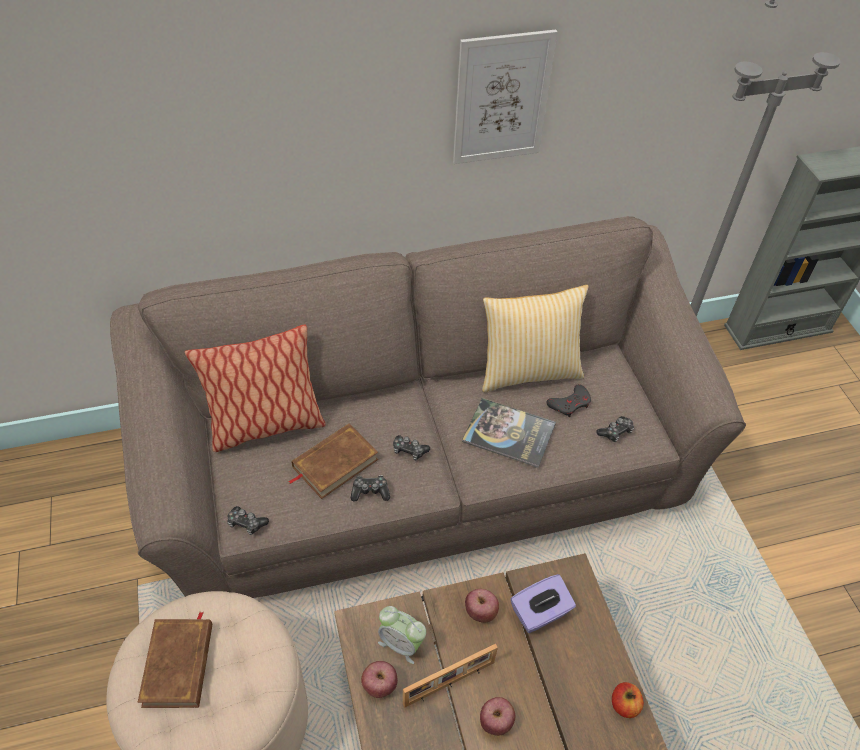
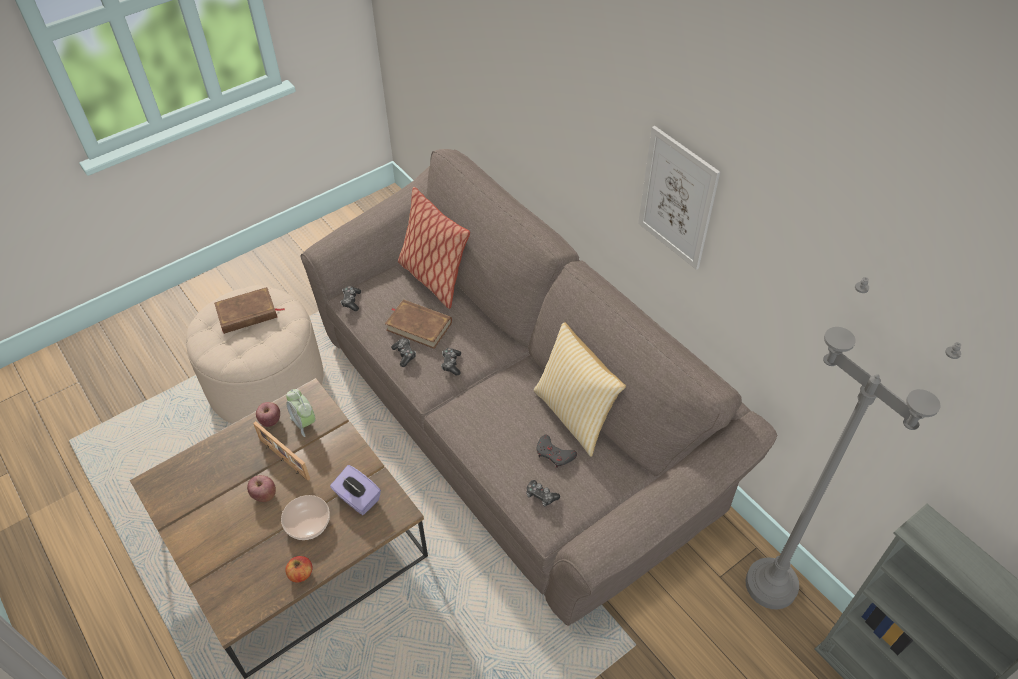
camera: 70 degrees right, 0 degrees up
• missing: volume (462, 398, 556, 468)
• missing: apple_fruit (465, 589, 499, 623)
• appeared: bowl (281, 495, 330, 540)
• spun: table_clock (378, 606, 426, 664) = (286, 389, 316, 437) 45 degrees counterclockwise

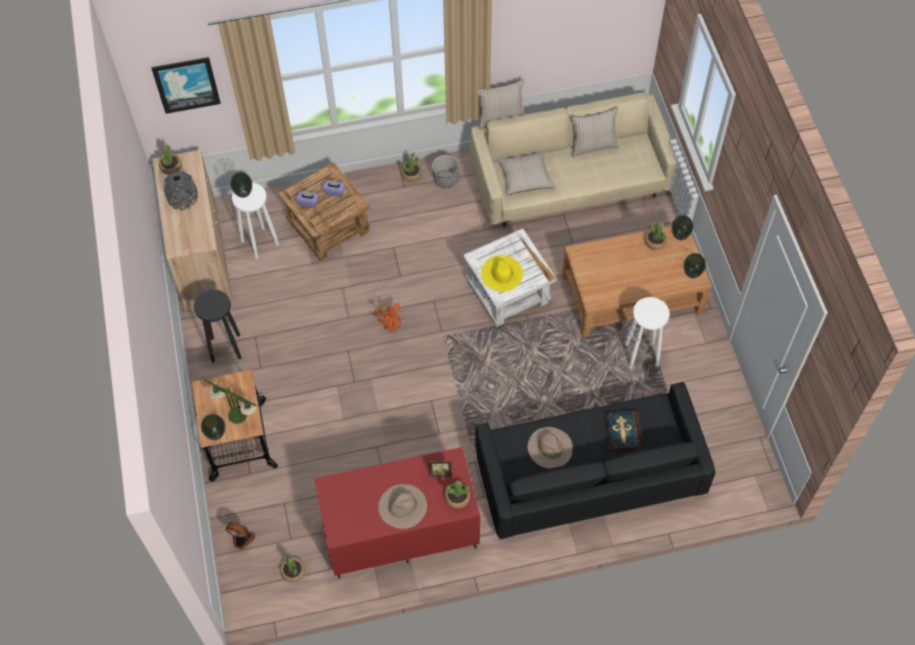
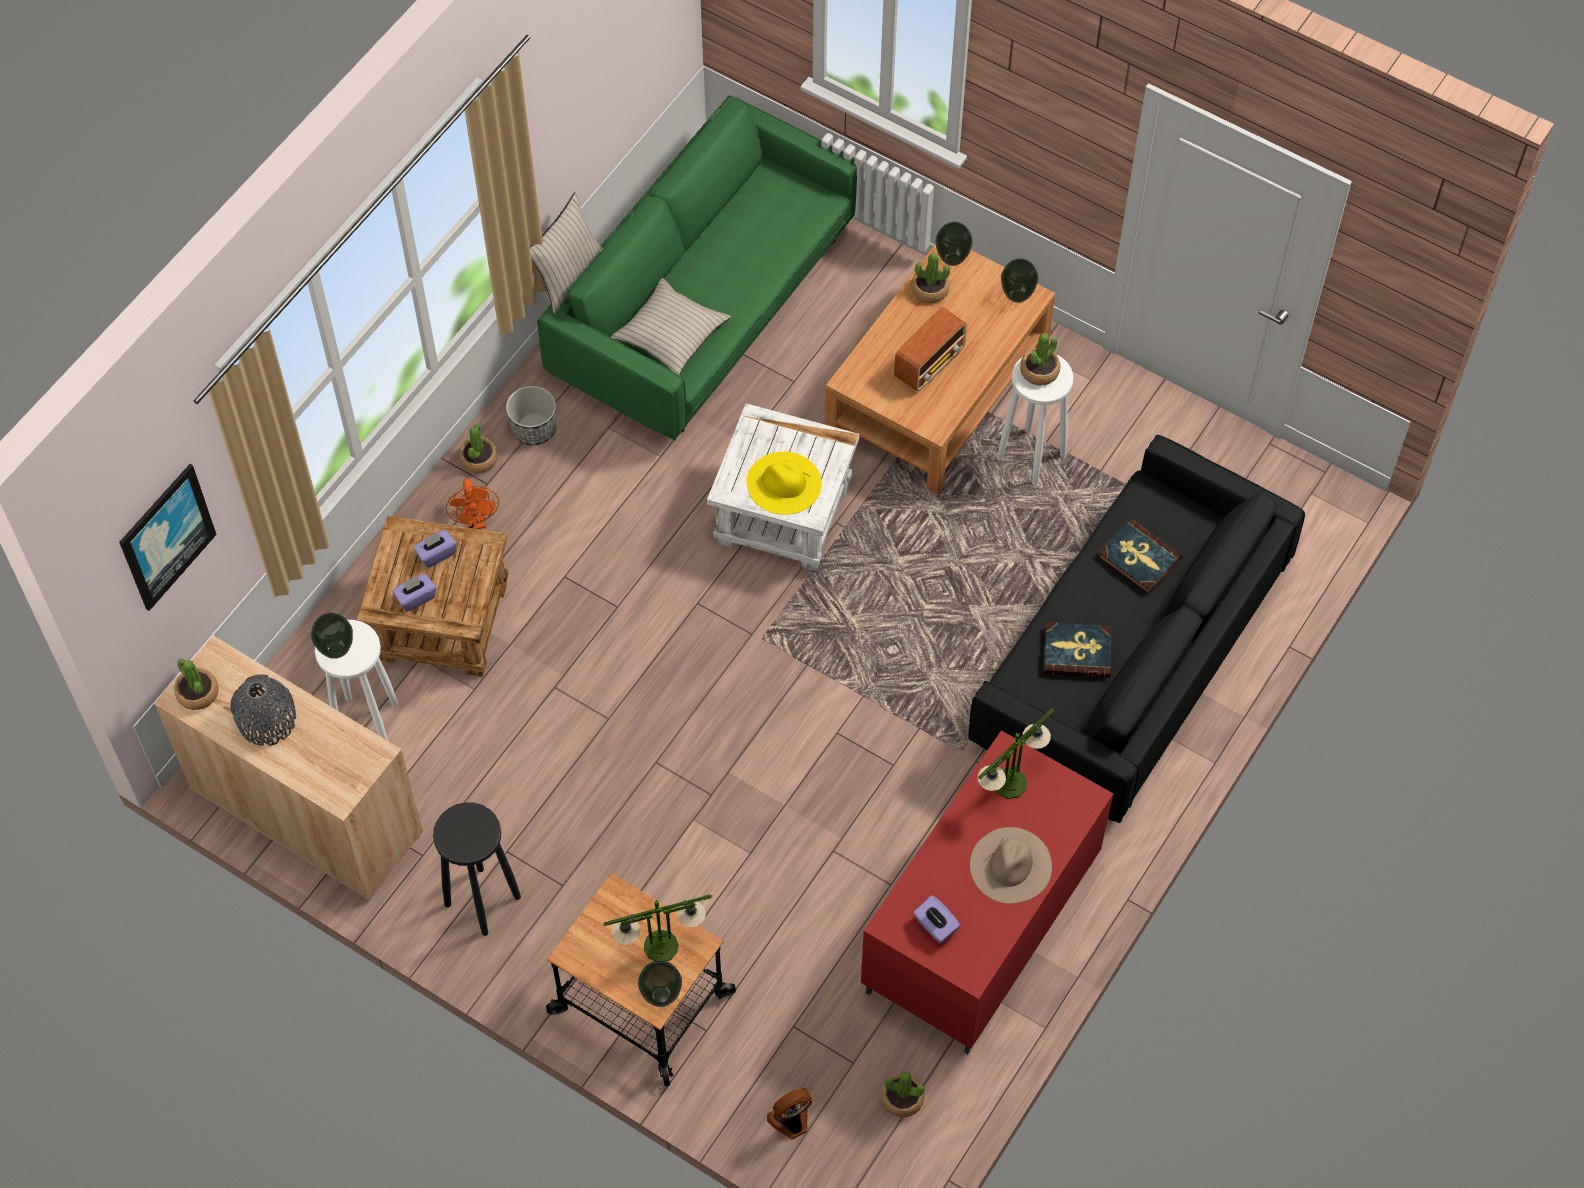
camera: 45 degrees left, 0 degrees up
• missing: beige_throw_pillow (570, 107, 619, 157)
• appeared: radio_set (894, 307, 967, 392)
• appeared: purplish_tissue_holder (913, 895, 960, 943)
• relocated: orangey_fan (375, 303, 401, 333) to (446, 478, 499, 529)
• relocated: houseplant (445, 480, 470, 509) to (1020, 334, 1060, 385)
• exchanged: picture_frame (429, 460, 452, 477) to lamp_for_a_table (977, 708, 1054, 799)
• exchanged: beige_hat (528, 427, 573, 469) to volume (1044, 622, 1111, 678)
• colour: beige_couch (470, 93, 676, 227) to green_couch (537, 95, 857, 440)

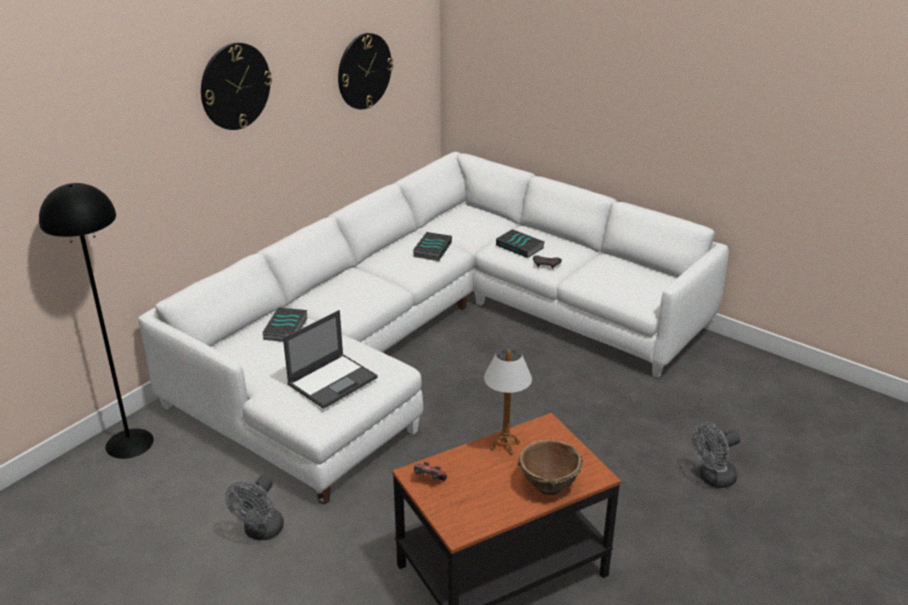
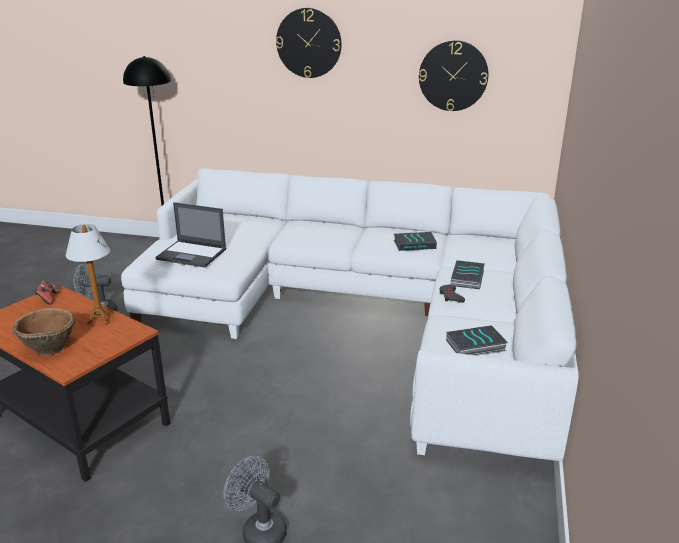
camera: 65 degrees right, 5 degrees down
• relocated: volume (263, 308, 308, 342) to (446, 325, 508, 356)

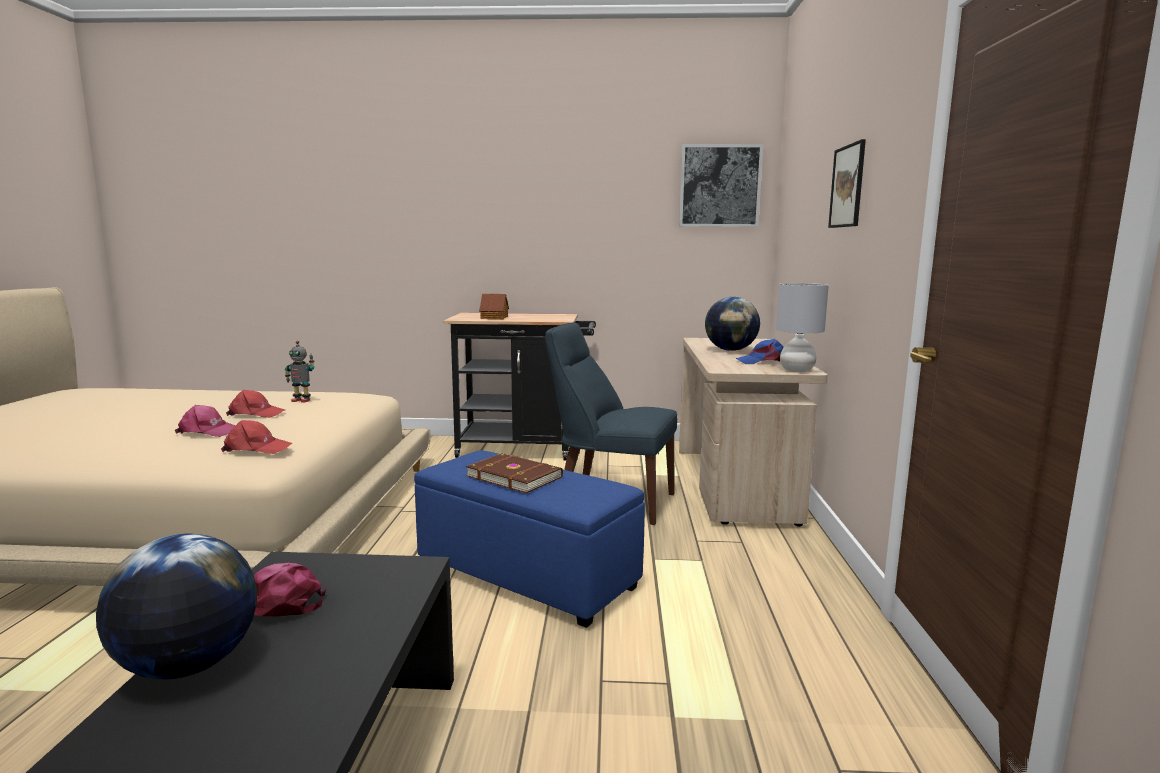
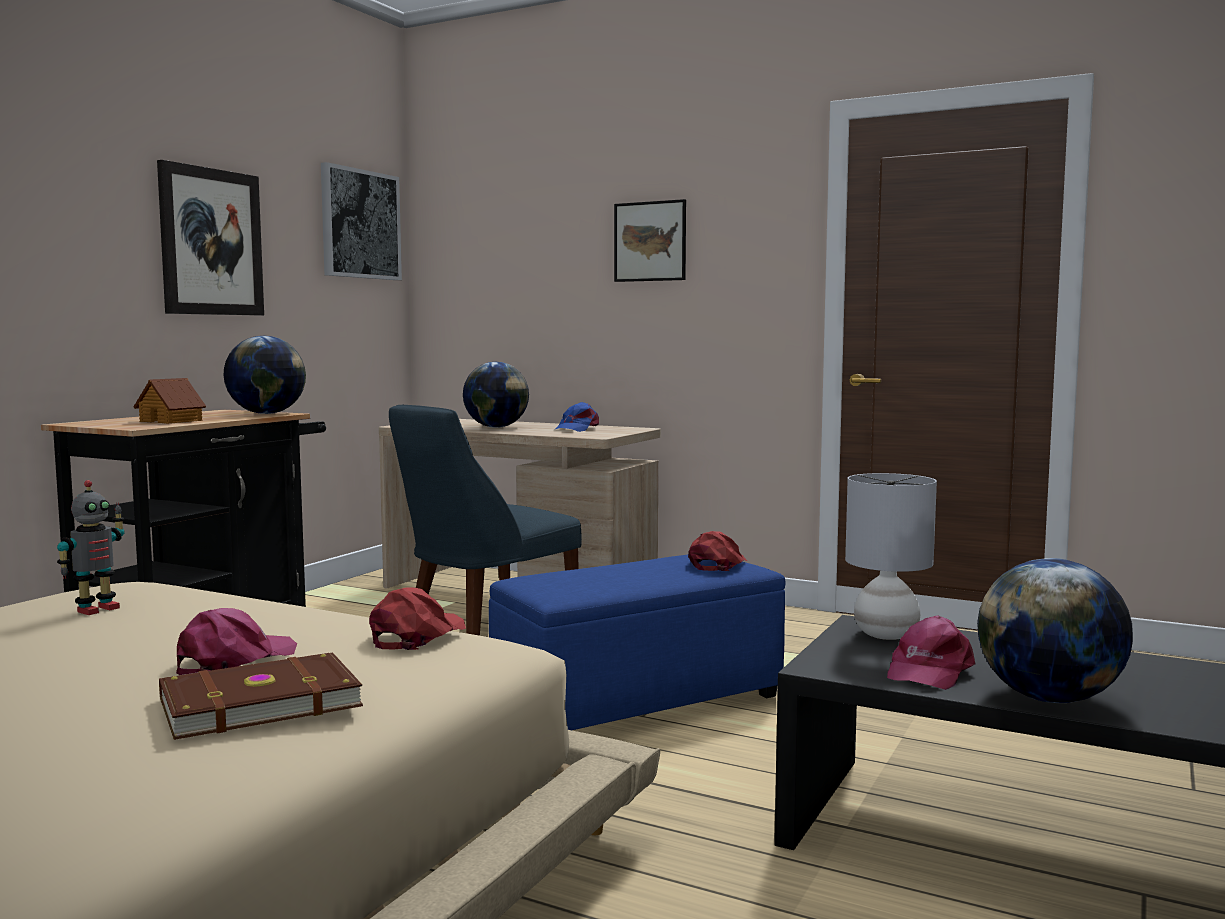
camera: 65 degrees left, 5 degrees down
• appeared: wall_art (157, 160, 264, 315)
• appeared: globe (224, 336, 306, 414)
• relocated: reddish_cap (226, 390, 285, 418) to (688, 531, 747, 571)
• relocated: brownish_volume (466, 453, 563, 493) to (159, 652, 363, 740)
• relocated: gray_lamp_for_a_table (776, 283, 829, 372) to (845, 473, 937, 640)

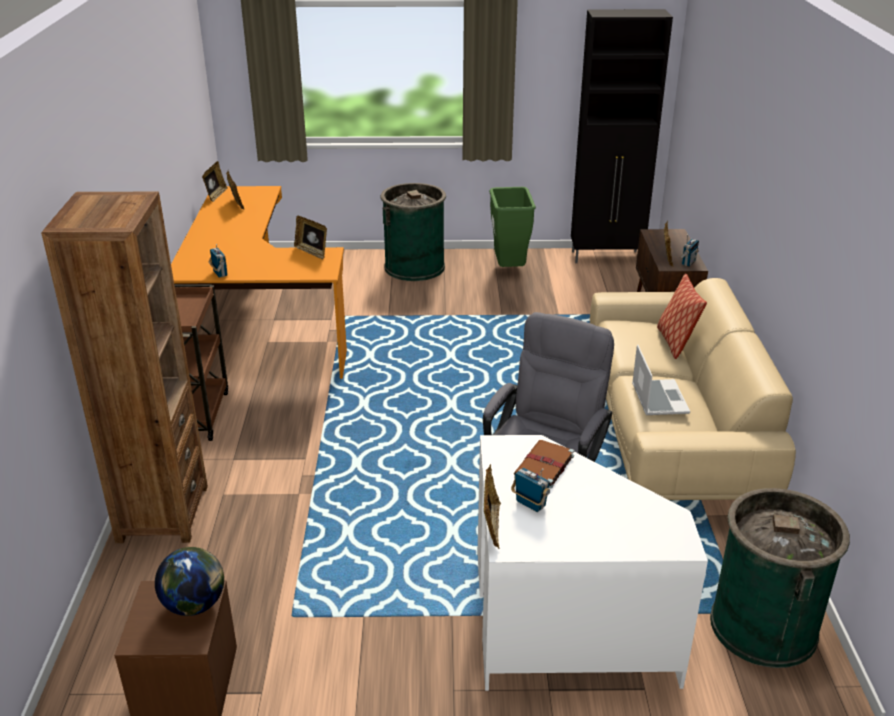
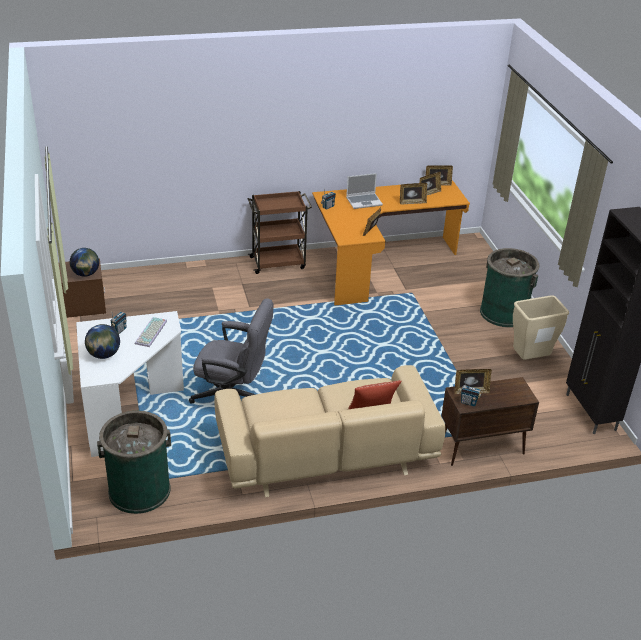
camera: 75 degrees right, 5 degrees up
• missing: brownish_shelving_unit (41, 192, 208, 543)
• appeared: globe (85, 324, 120, 359)
• relocated: picture_frame (484, 464, 501, 549) to (400, 183, 427, 205)
• relocated: portable_computer (632, 345, 690, 415) to (346, 173, 383, 209)
• exchanged: brownish_volume (514, 440, 574, 489) to keyboard (135, 317, 167, 347)
• colour: green_waste_bin (489, 187, 536, 267) to beige_waste_bin (513, 295, 569, 360)

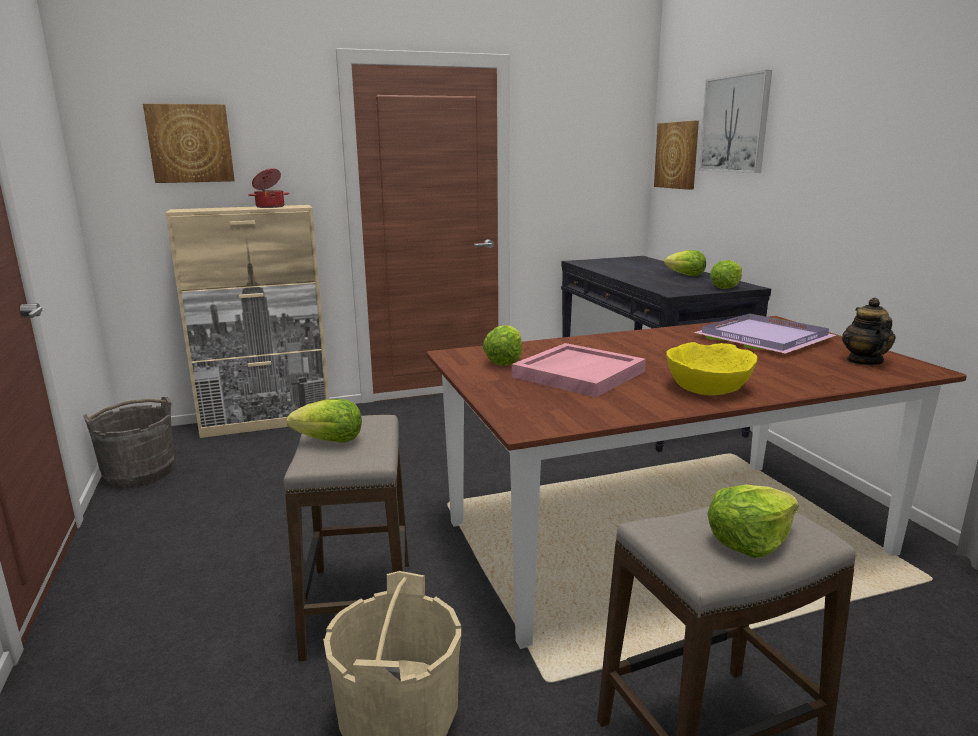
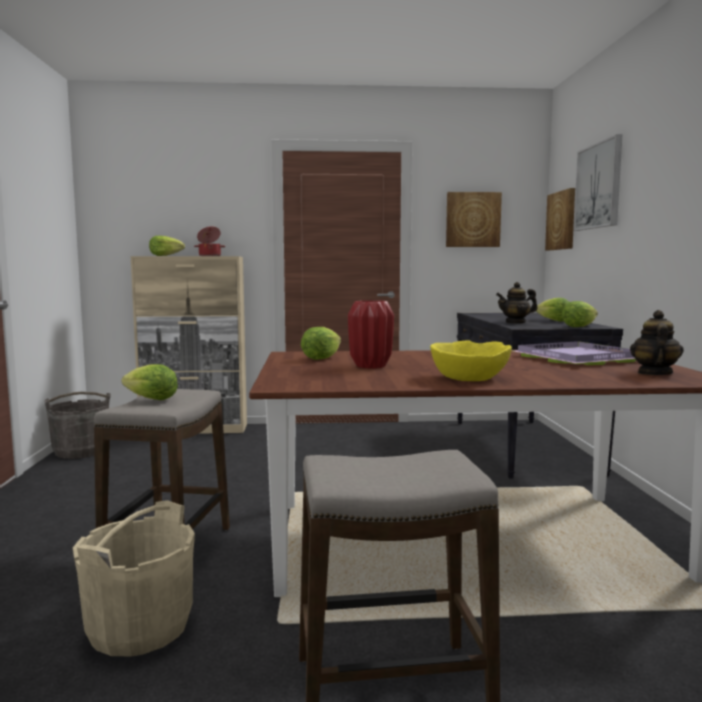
camera: 15 degrees right, 10 degrees down
• appeared: teapot (496, 282, 538, 324)
• relocated: wall_art (143, 104, 235, 183) to (446, 192, 502, 247)
• relocated: lettuce_head (708, 485, 799, 558) to (149, 236, 185, 256)
• exchanged: pink-coloured_serving_tray (512, 343, 646, 398) to reddish_vase (348, 300, 394, 369)

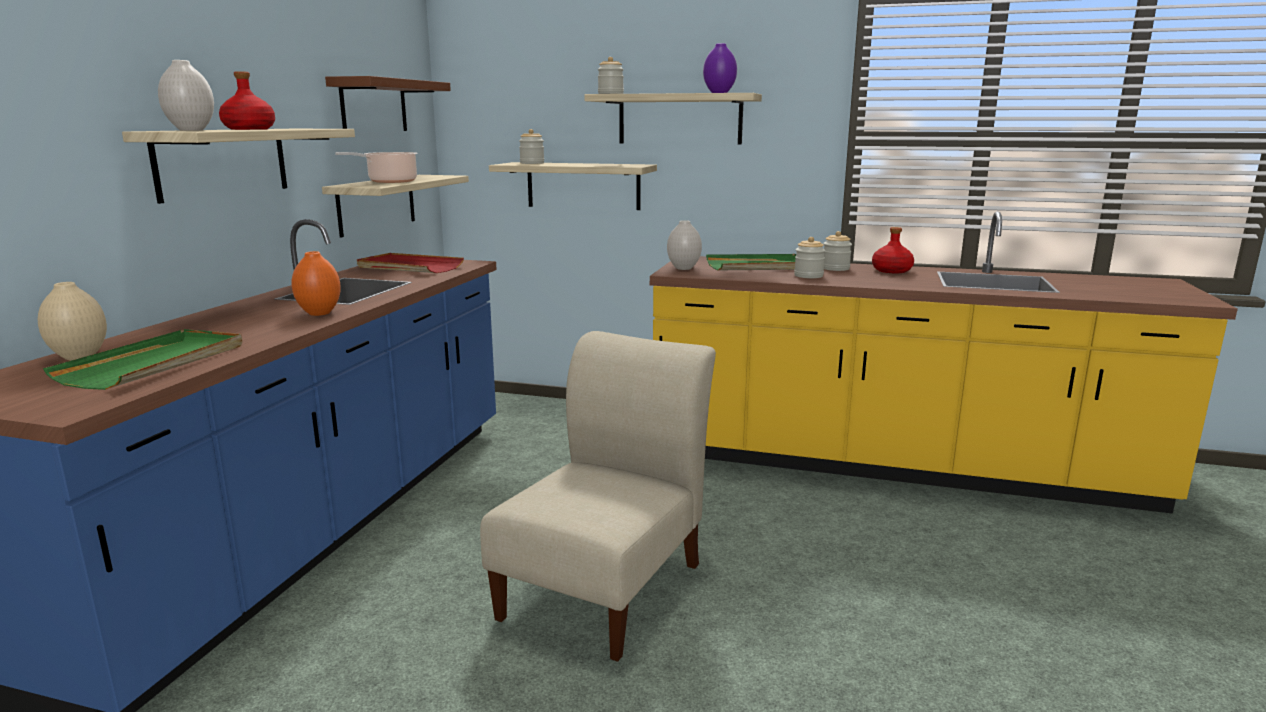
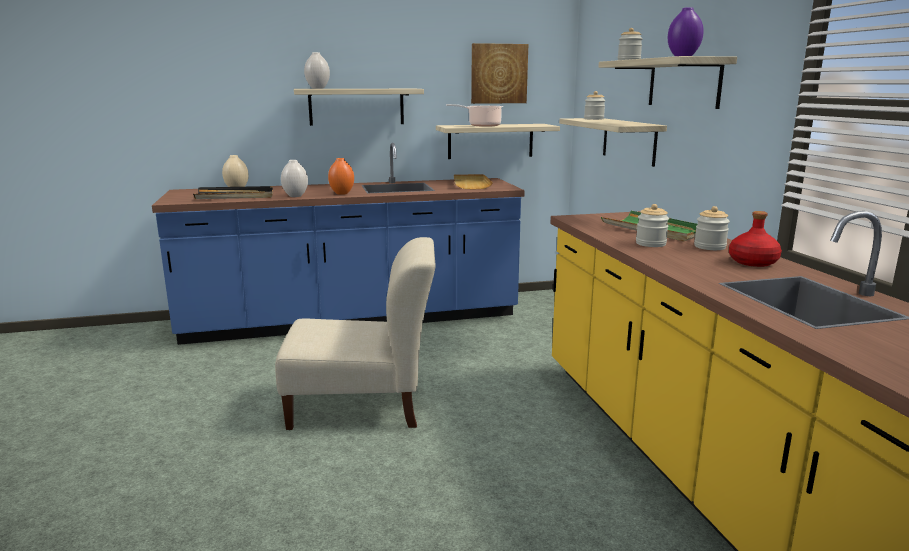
camera: 60 degrees right, 0 degrees up
• missing: reddish_drink_bottle (219, 71, 275, 130)
• relocated: white-coloured_vase (667, 220, 702, 270) to (281, 160, 308, 197)
• exchanged: brownish_shelf (325, 76, 451, 131) to wall_art (471, 43, 528, 104)
• colour: green_serving_tray (43, 329, 242, 390) to black-coloured_serving_tray (193, 186, 273, 199)
• colour: reddish_serving_tray (357, 253, 464, 273) to beige_serving_tray (454, 174, 493, 190)

